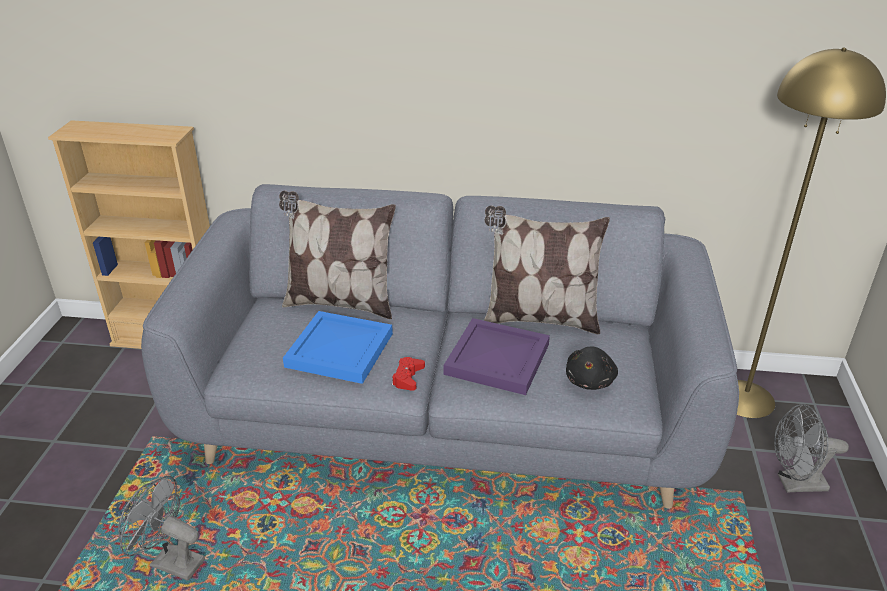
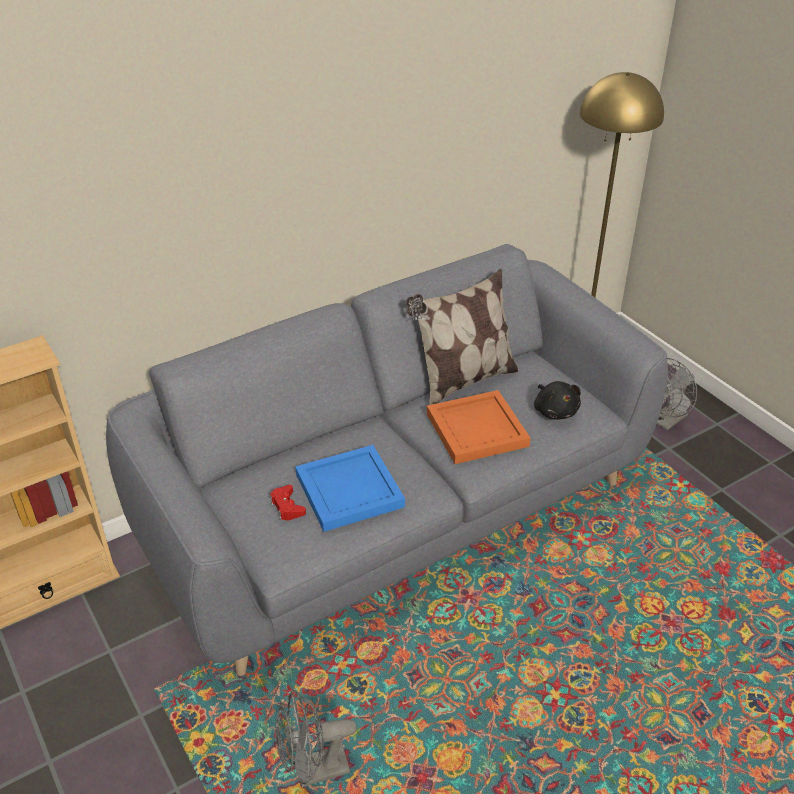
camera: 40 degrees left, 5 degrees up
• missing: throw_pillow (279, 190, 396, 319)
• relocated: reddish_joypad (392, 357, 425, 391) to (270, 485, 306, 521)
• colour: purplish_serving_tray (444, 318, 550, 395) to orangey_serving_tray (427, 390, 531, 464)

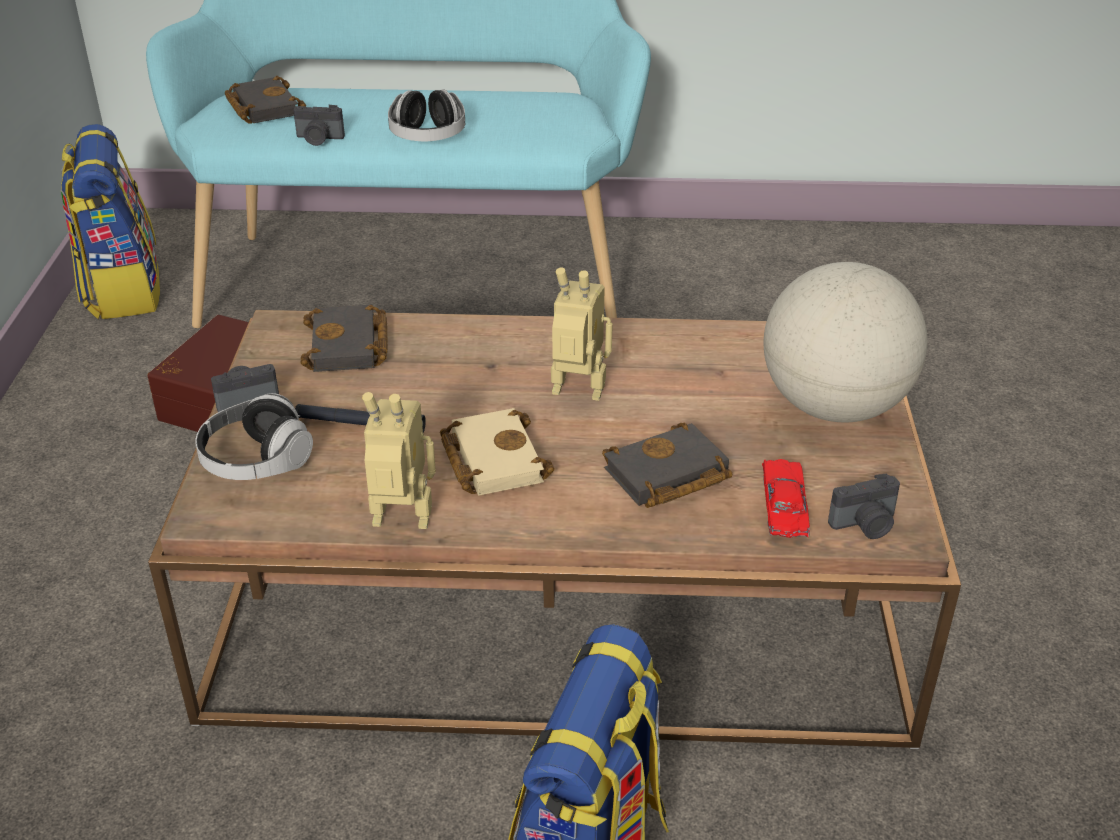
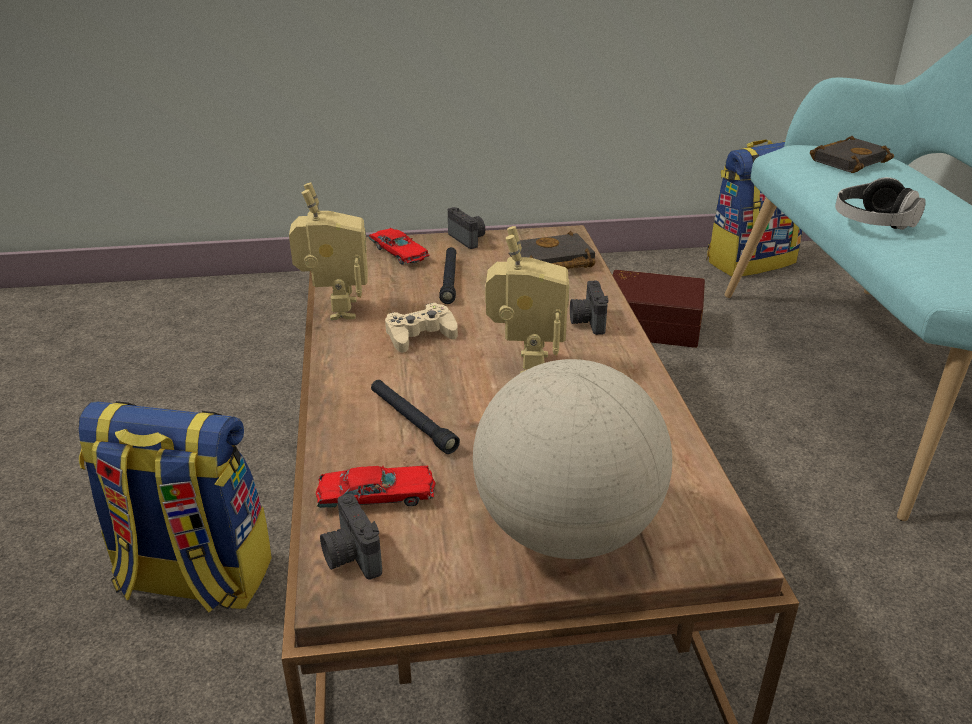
camera: 80 degrees right, 5 degrees down
• relocated: still_camera (293, 105, 345, 146) to (570, 281, 608, 335)
• exchanged: pair_of_headphones (195, 393, 313, 480) to reddish_toy_car (369, 228, 430, 265)
• exchanged: beige_volume (440, 408, 555, 496) to beige_joypad (385, 303, 458, 353)
• exchanged: black-coloured_volume (602, 423, 732, 508) to black-coloured_flashlight (371, 380, 460, 454)

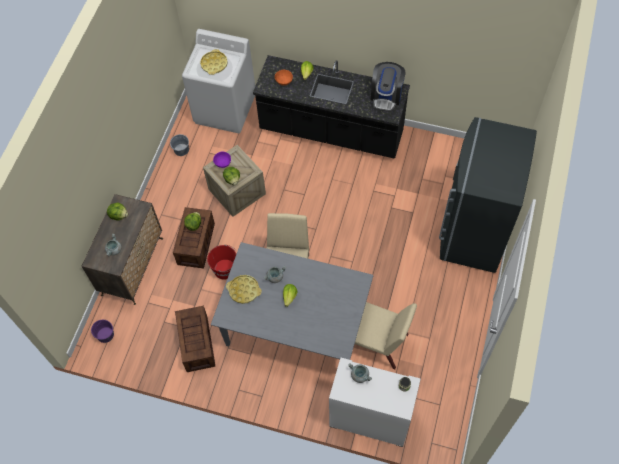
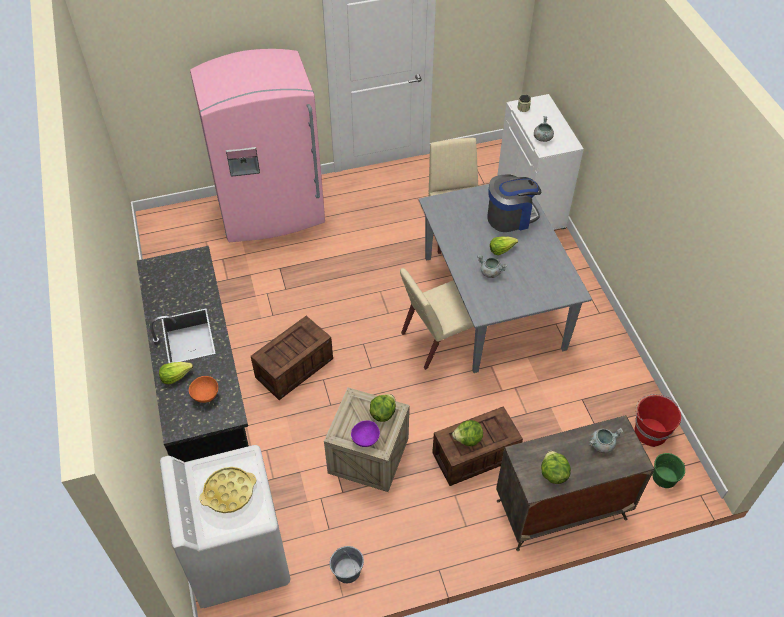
camera: 125 degrees left, 10 degrees down
• missing: yellowish_serving_tray (226, 275, 262, 304)
• relocated: crate (175, 305, 216, 372) to (251, 316, 333, 400)
• relocated: reddish_bucket (207, 245, 237, 280) to (634, 394, 681, 447)
• relocated: coffee_maker (371, 62, 406, 112) to (487, 174, 541, 232)
• colour: purplish_bucket (91, 320, 114, 343) to green_bucket (652, 453, 685, 488)
• colour: gray_refrigerator (439, 117, 537, 273) to pink-coloured_refrigerator (190, 49, 325, 242)

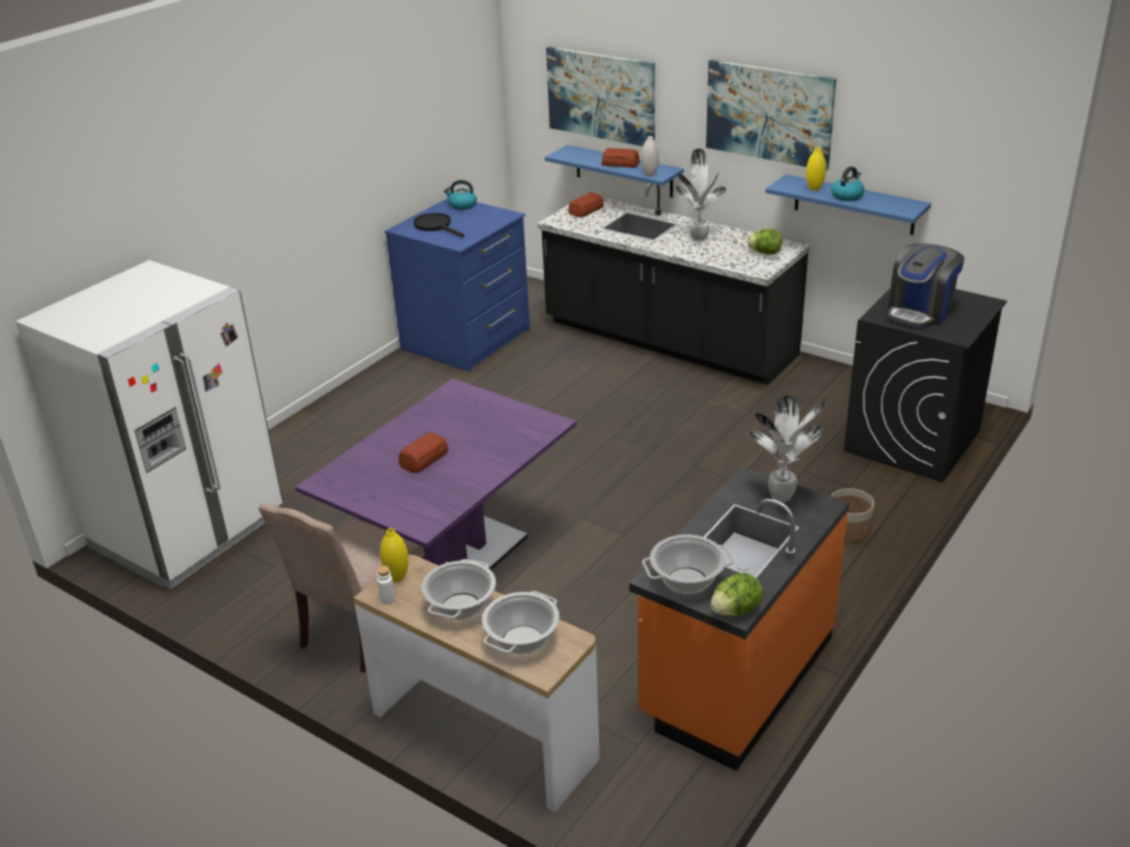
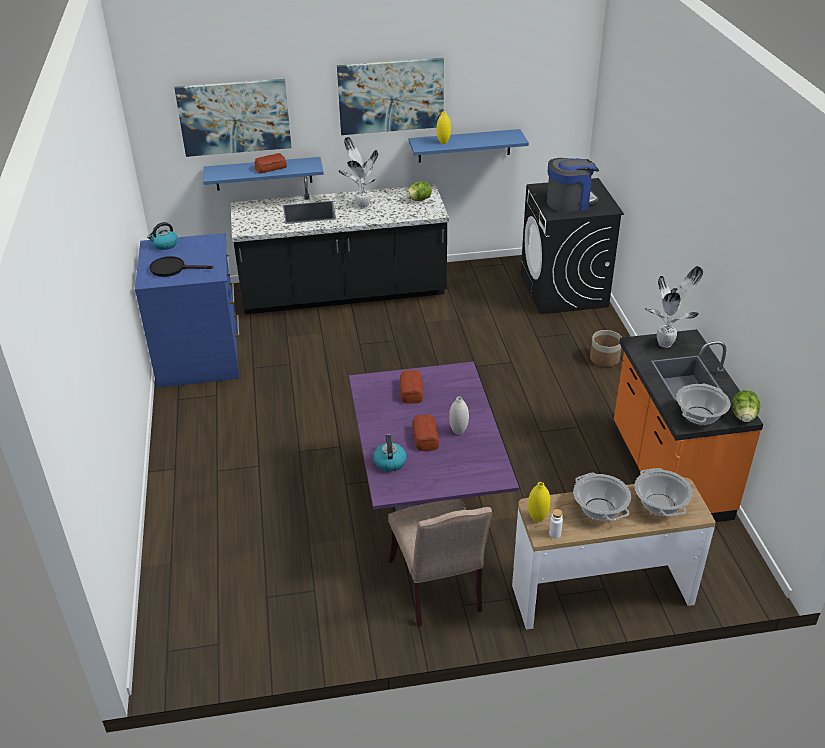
camera: 45 degrees left, 5 degrees up
• missing: white-coloured_refrigerator (16, 260, 283, 589)
• relocated: bread (569, 192, 603, 217) to (400, 370, 423, 404)
• relocated: white-coloured_vase (641, 136, 659, 176) to (449, 397, 469, 435)
• relocated: kettle (831, 166, 864, 201) to (373, 434, 407, 471)
• spun: coffee_maker (888, 243, 965, 328) = (547, 158, 599, 212) 105 degrees counterclockwise

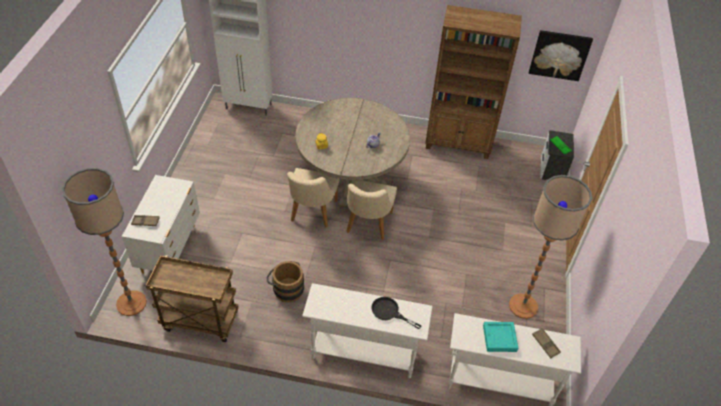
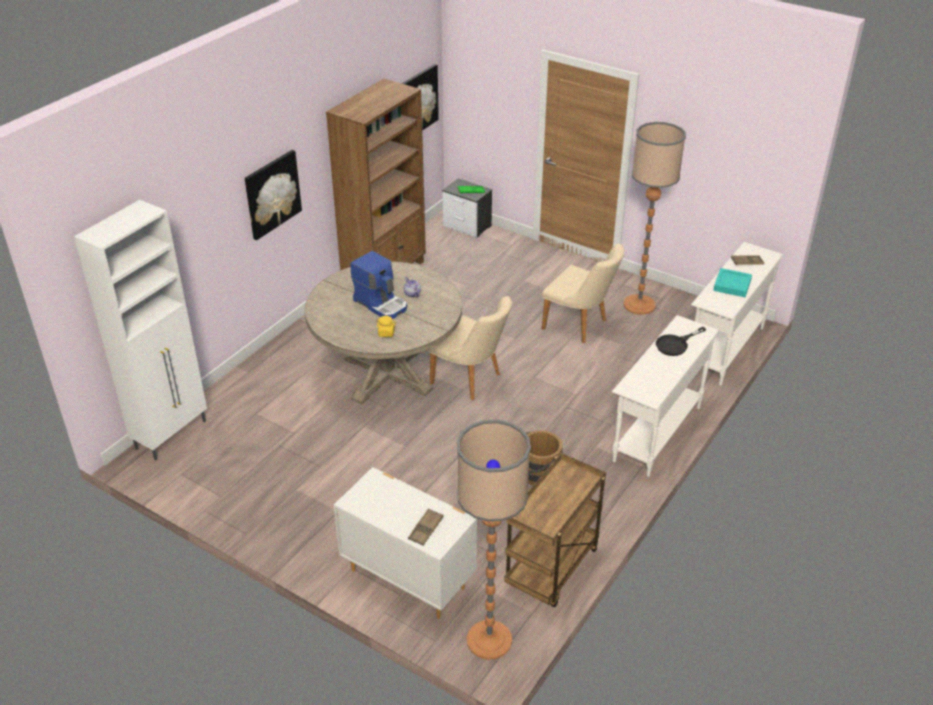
camera: 65 degrees left, 10 degrees down
• appeared: wall_art (245, 150, 302, 240)
• appeared: coffee_maker (350, 251, 407, 319)
• relocated: beige_chair (287, 168, 340, 228) to (542, 244, 625, 343)

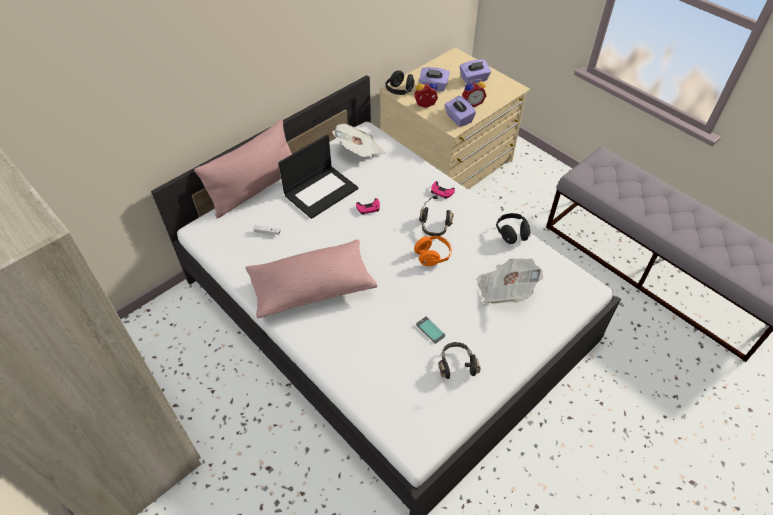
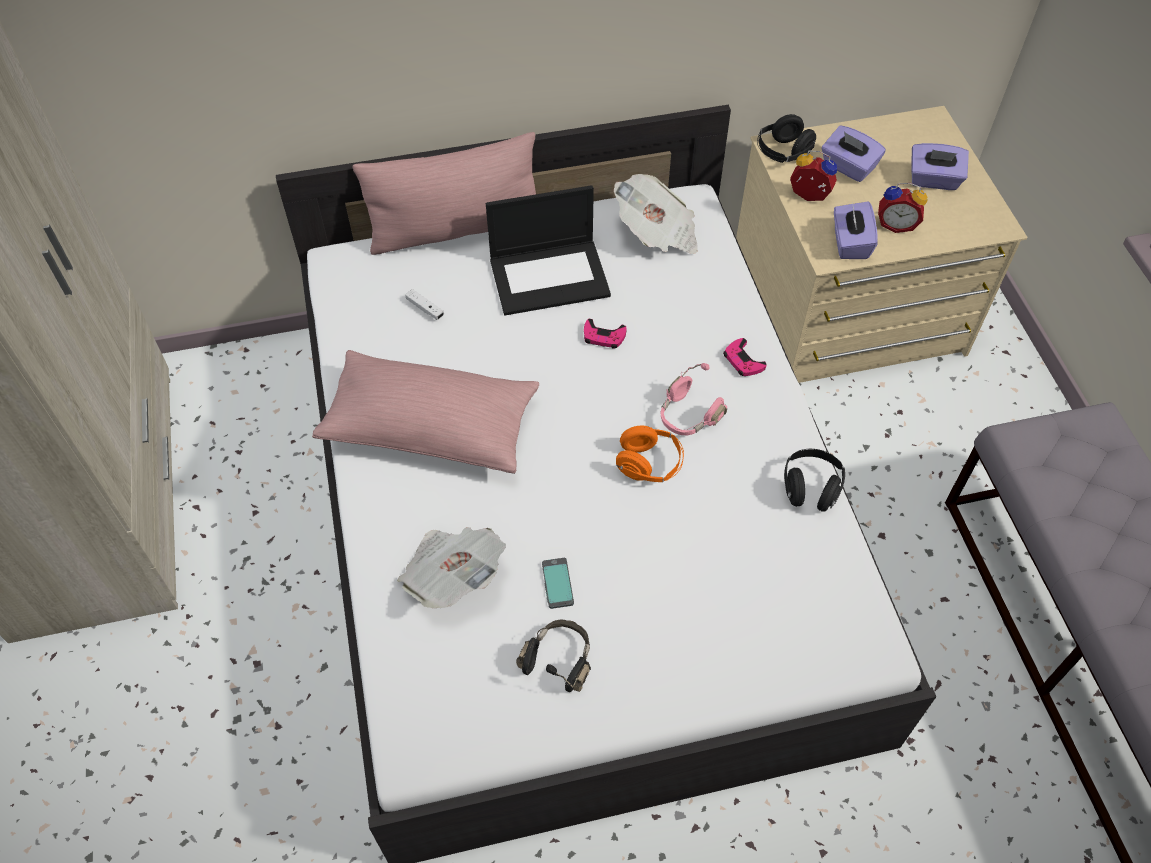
camera: 30 degrees right, 5 degrees up
• relocated: printed_paper (476, 258, 543, 304) to (397, 527, 506, 608)
• colour: black-coloured_pair_of_headphones (419, 195, 453, 236) to pink-coloured_pair_of_headphones (661, 363, 727, 435)

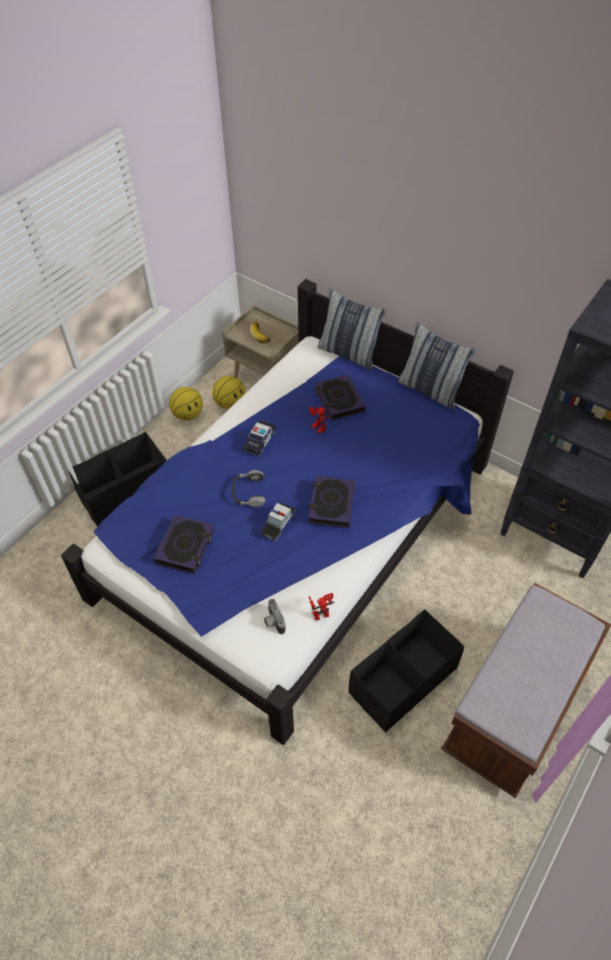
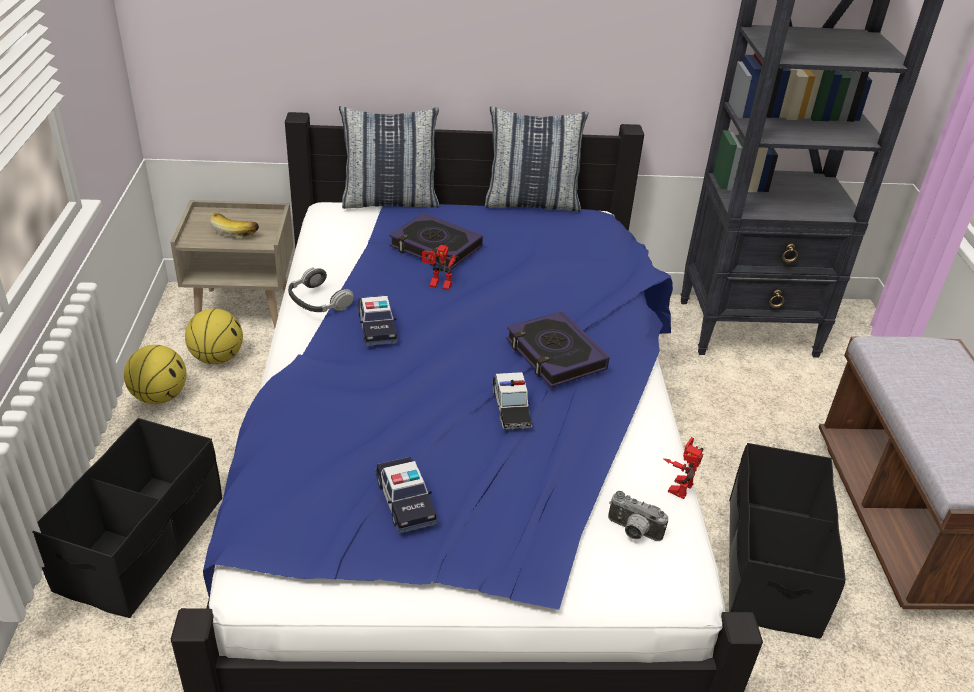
camera: 40 degrees left, 15 degrees down
• relocated: pair_of_headphones (232, 470, 266, 507) to (288, 267, 354, 312)
• exchanged: volume (153, 515, 215, 574) to toy_car (375, 457, 438, 533)

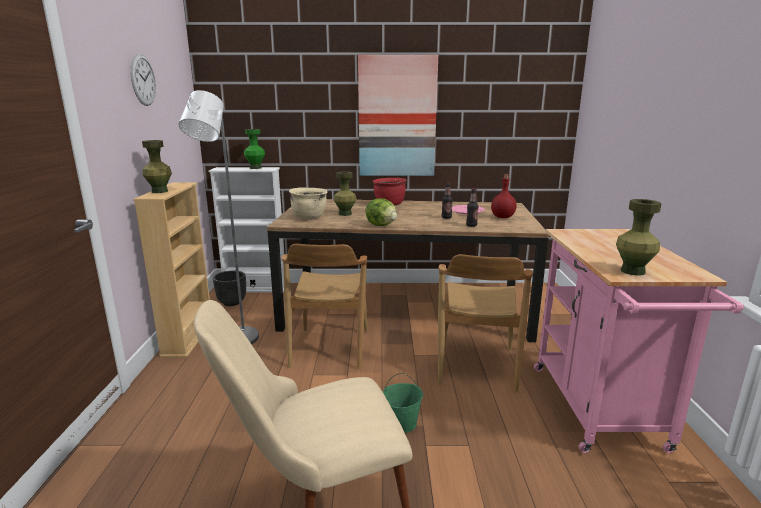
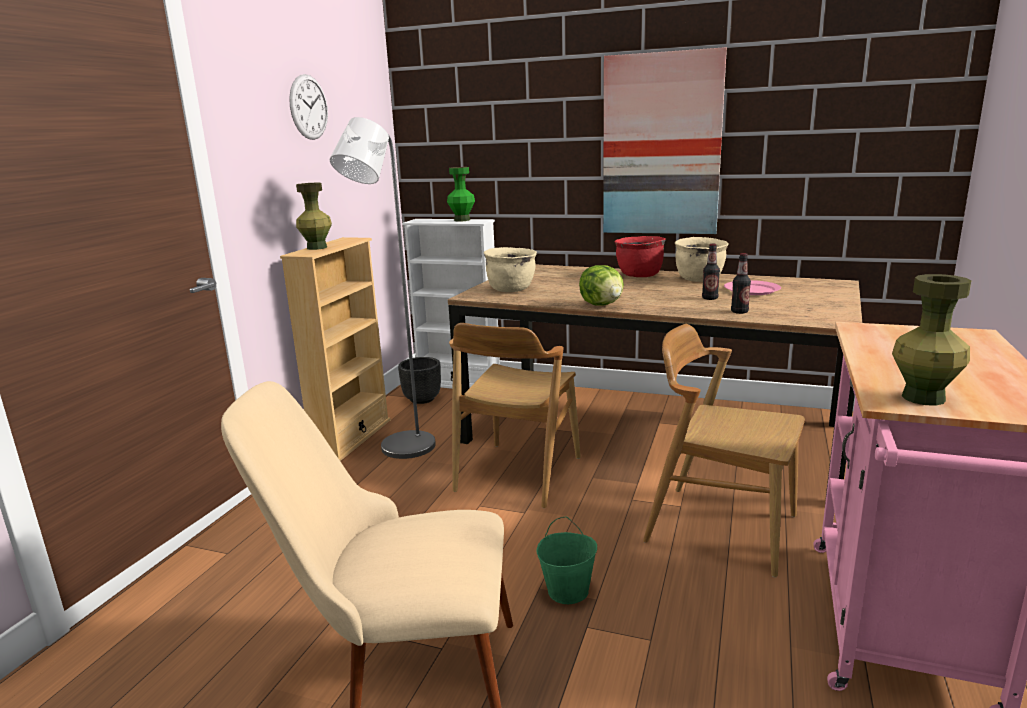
camera: 20 degrees right, 0 degrees up
• missing: green_vase (334, 172, 356, 216)
• missing: reddish_drink_bottle (491, 174, 517, 218)
• appeared: beige_stockpot (675, 237, 729, 282)
• spun: brownish_chair (438, 254, 533, 392) = (643, 324, 805, 577) 90 degrees clockwise

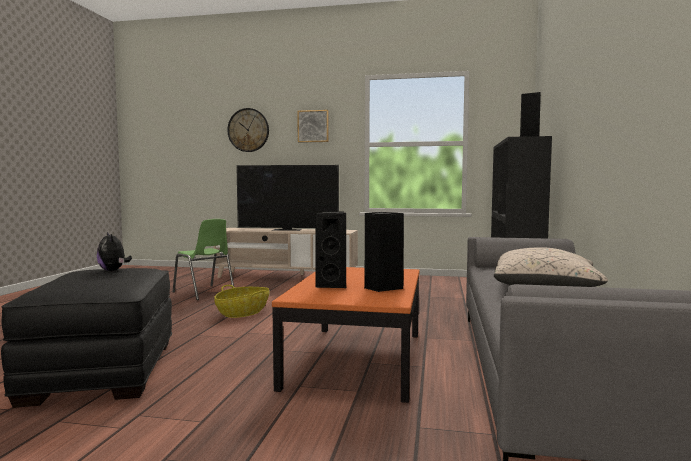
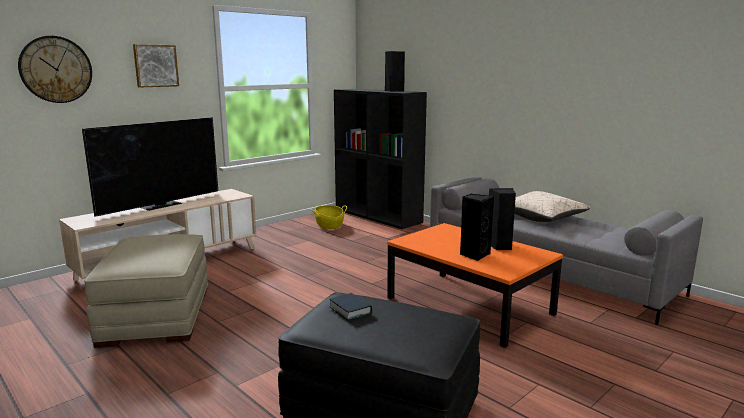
camera: 55 degrees left, 10 degrees up
• relocated: storage_basket (214, 285, 270, 318) to (311, 205, 347, 230)
• exchanged: plush_toy (97, 232, 132, 271) to volume (329, 293, 372, 321)
• exchanged: green_chair (172, 219, 234, 300) to beige_pouffe (84, 234, 208, 348)

